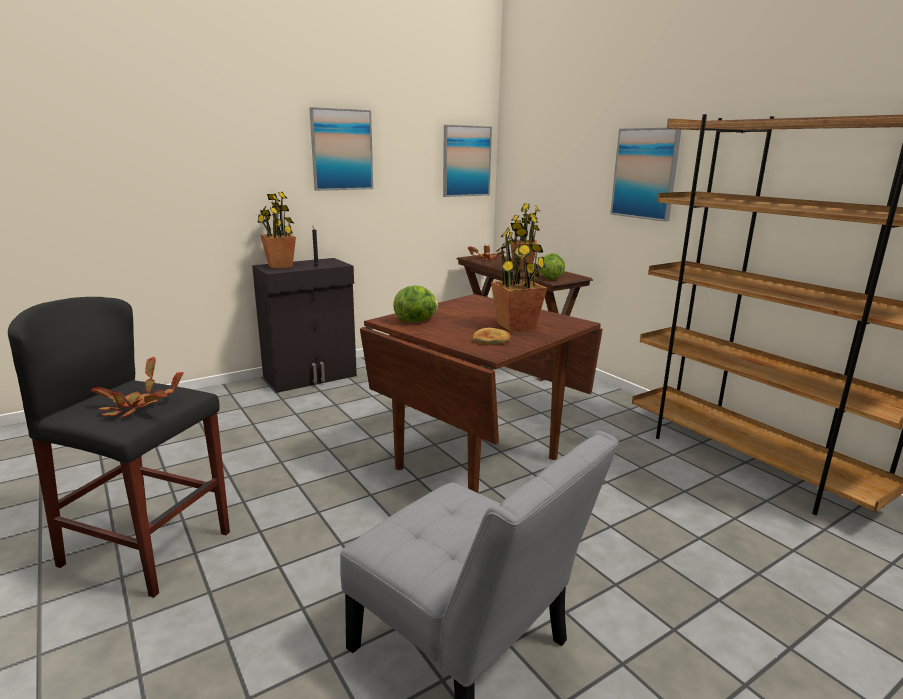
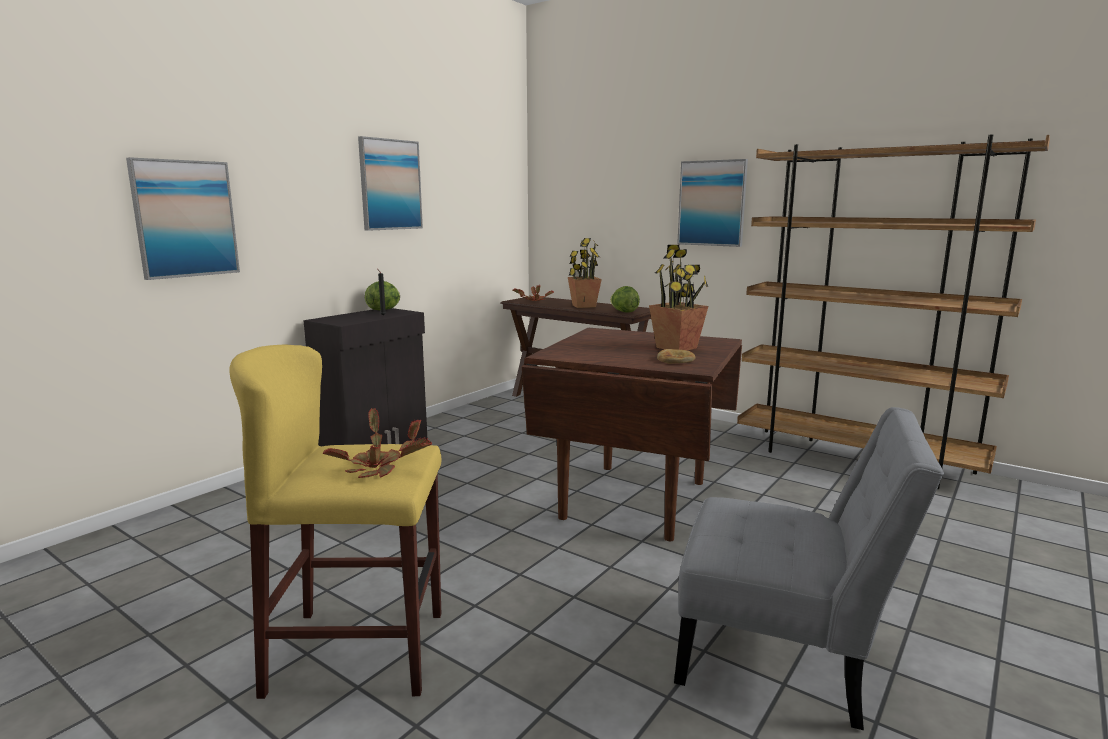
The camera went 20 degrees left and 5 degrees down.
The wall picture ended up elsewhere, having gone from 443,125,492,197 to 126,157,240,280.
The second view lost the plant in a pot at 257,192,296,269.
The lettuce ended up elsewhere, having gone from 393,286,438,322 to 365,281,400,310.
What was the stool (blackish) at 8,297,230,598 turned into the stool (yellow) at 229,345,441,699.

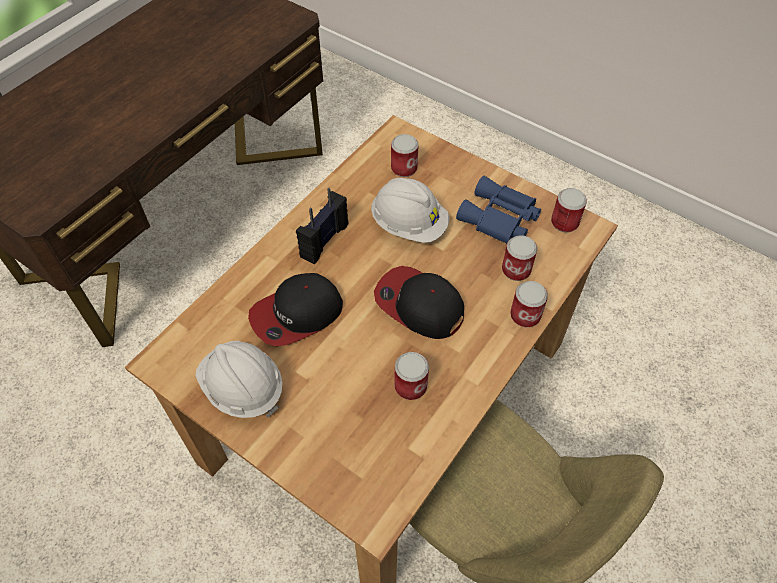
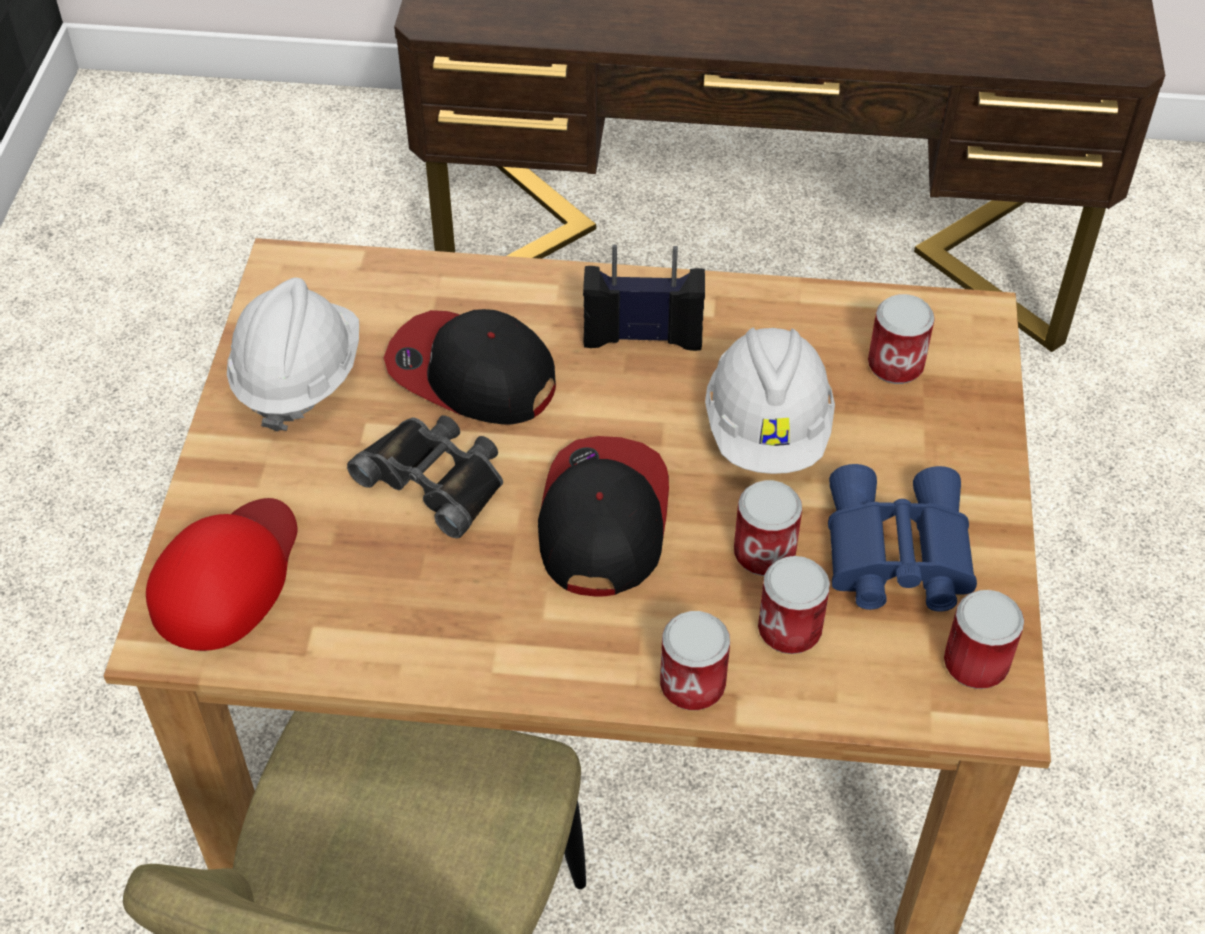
The camera went 60 degrees right and 5 degrees down.
The sealed can ended up elsewhere, having gone from 394,352,429,400 to 734,480,802,576.
The second view gained the binoculars (blackish) at 347,415,503,538.
The second view gained the baseball cap (reddish) at 146,498,297,651.

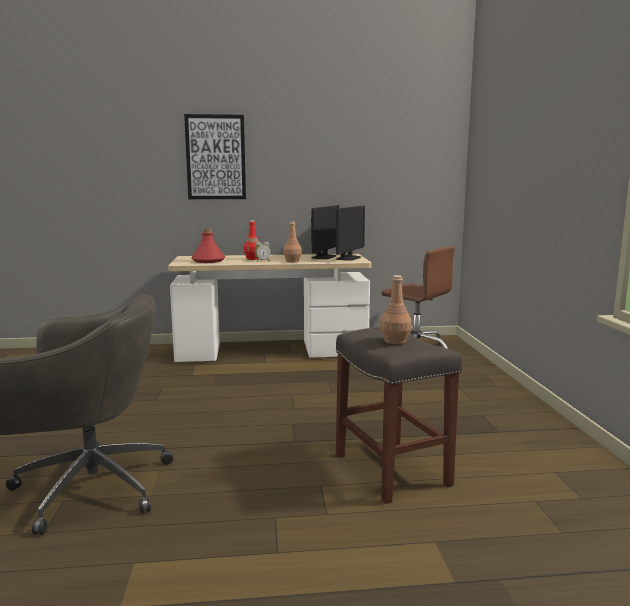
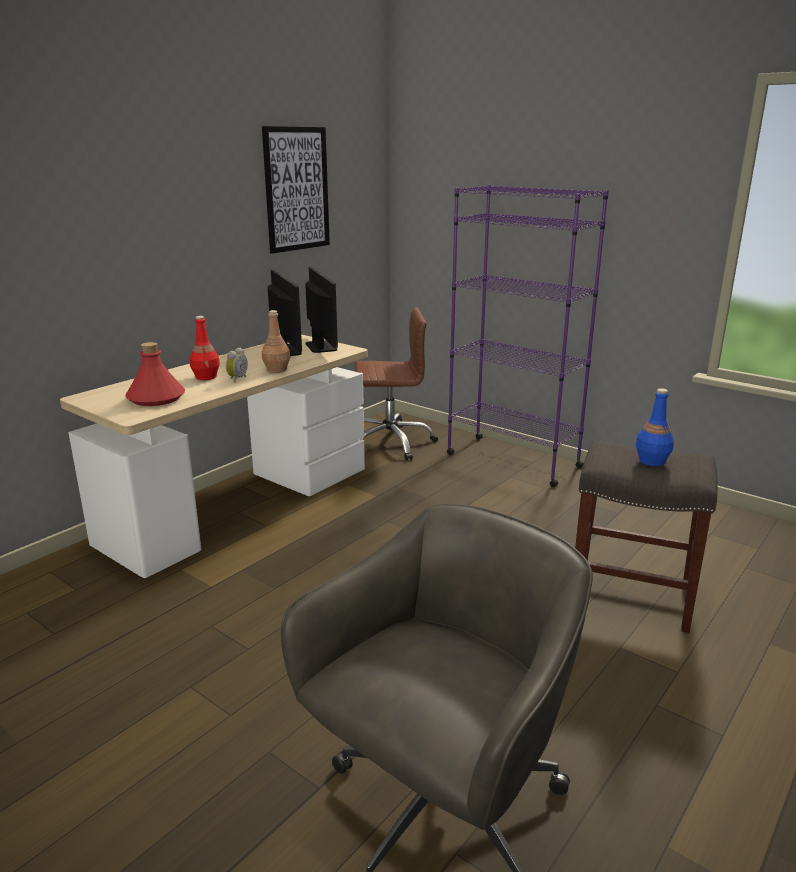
The camera went 45 degrees left and 10 degrees up.
The wall picture ended up elsewhere, having gone from 184,114,246,199 to 262,126,330,254.
What was the drink bottle (brown-coloured) at 380,275,411,344 turned into the drink bottle (blue-coloured) at 636,388,674,466.
The second view gained the bookcase (purple) at 447,185,609,487.

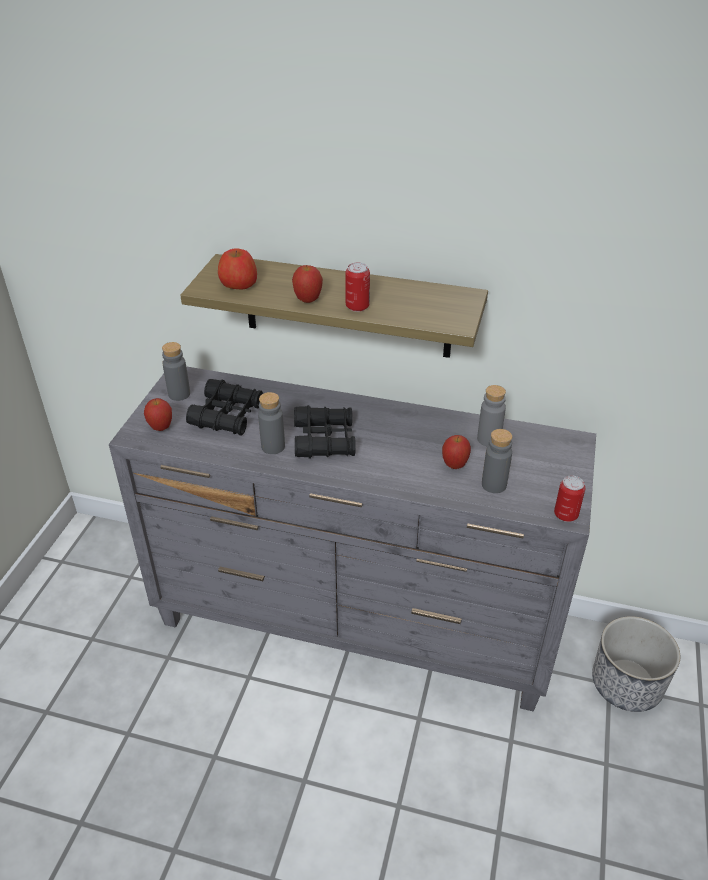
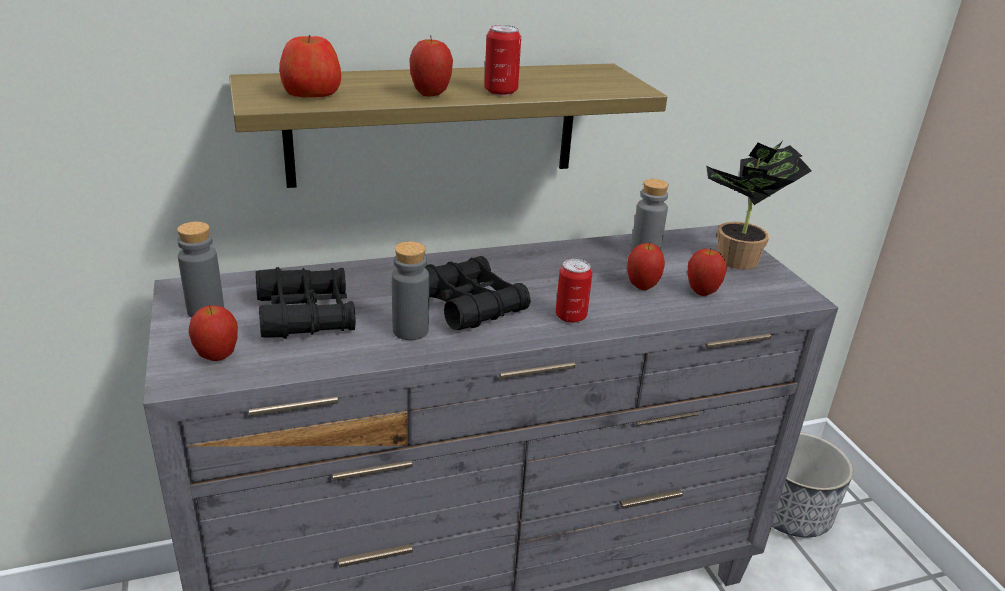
The camera went 35 degrees left and 10 degrees down.
Where the drink bottle (grey) stood at 482,429,512,493, the apple fruit came to stand at 687,249,727,296.
The sealed can ended up elsewhere, having gone from 554,476,585,522 to 556,259,592,323.
The second view gained the plant in a pot at 706,141,812,270.

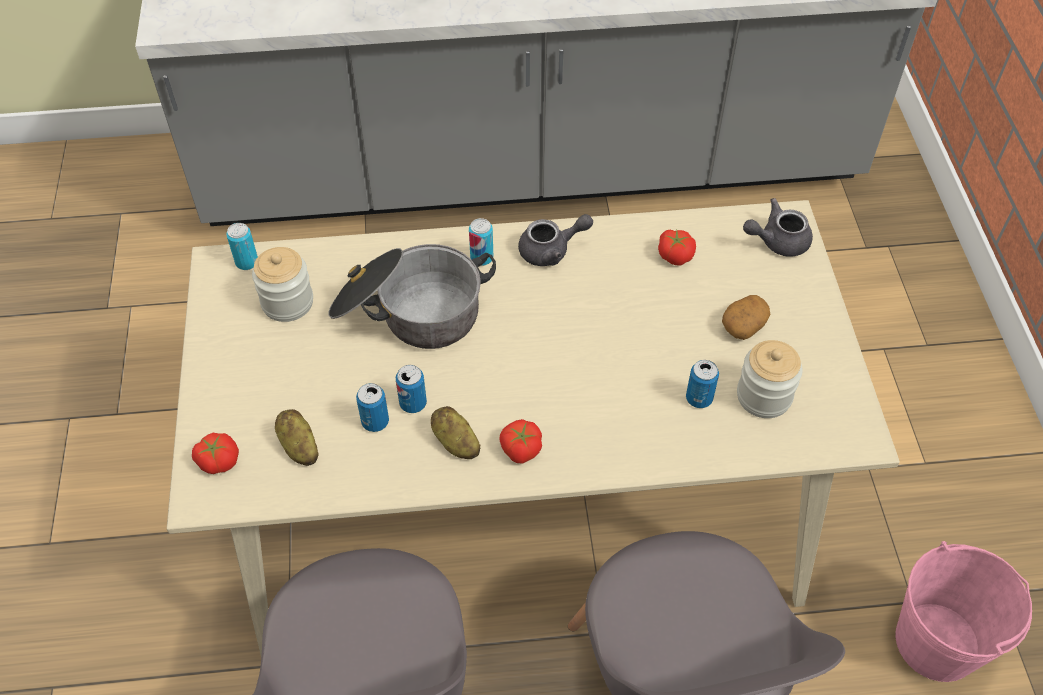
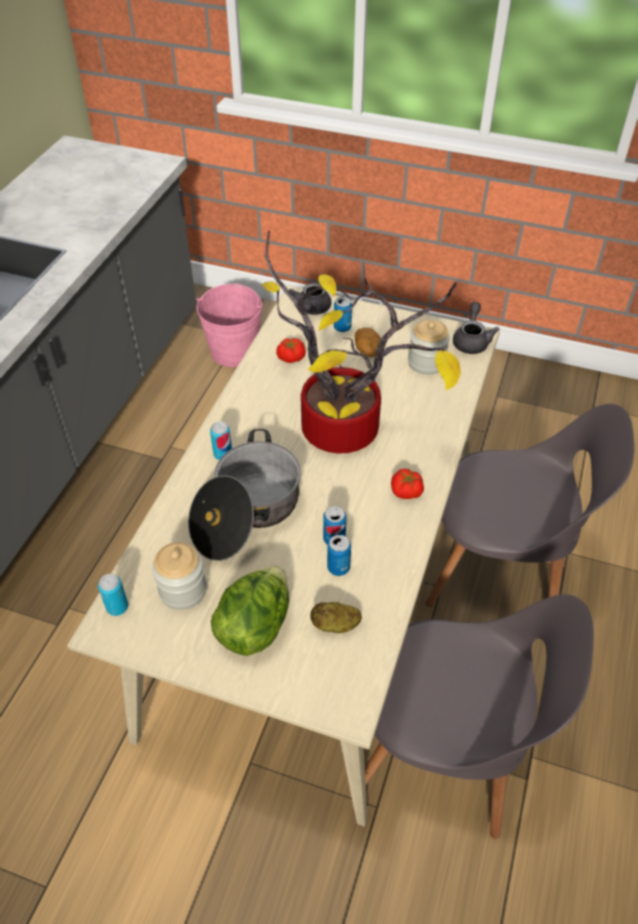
The camera went 65 degrees left and 5 degrees down.
The teapot (grey) ended up elsewhere, having gone from 518,214,593,266 to 453,302,500,354.
The sealed can ended up elsewhere, having gone from 686,360,719,408 to 334,297,352,332.
The second view lost the potato at 431,406,480,459.
The second view lost the whole tomato at 192,433,239,474.
The pail (pink-coloured) ended up elsewhere, having gone from 895,541,1032,682 to 196,283,262,367.
The second view gained the plant in a pot at 262,231,461,454.
The second view gained the lettuce at 211,565,289,656.

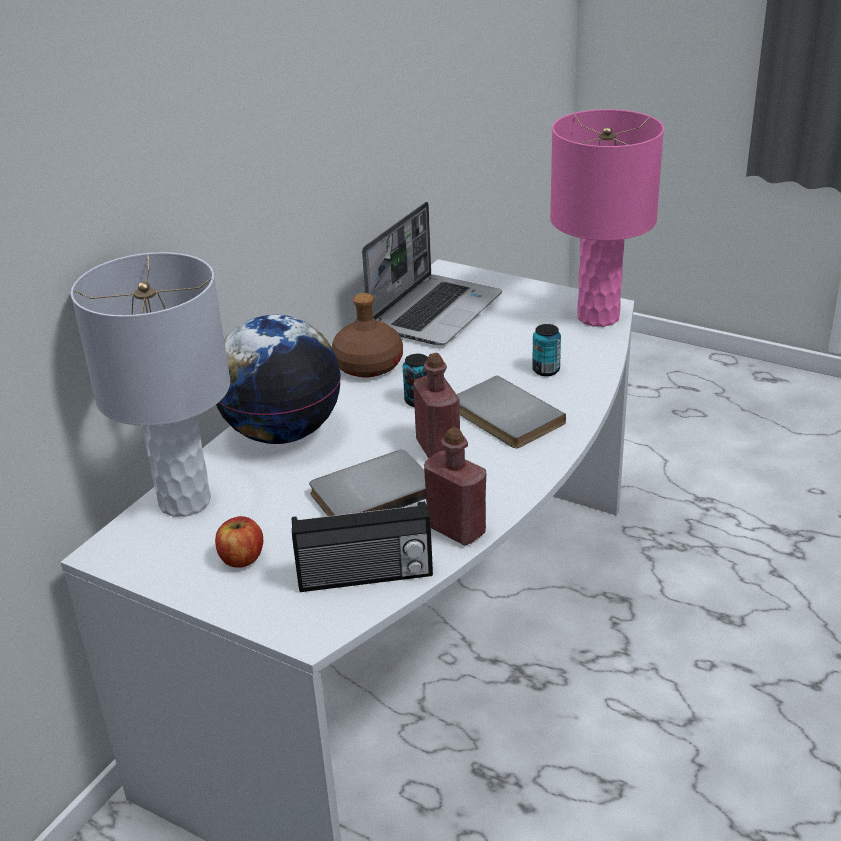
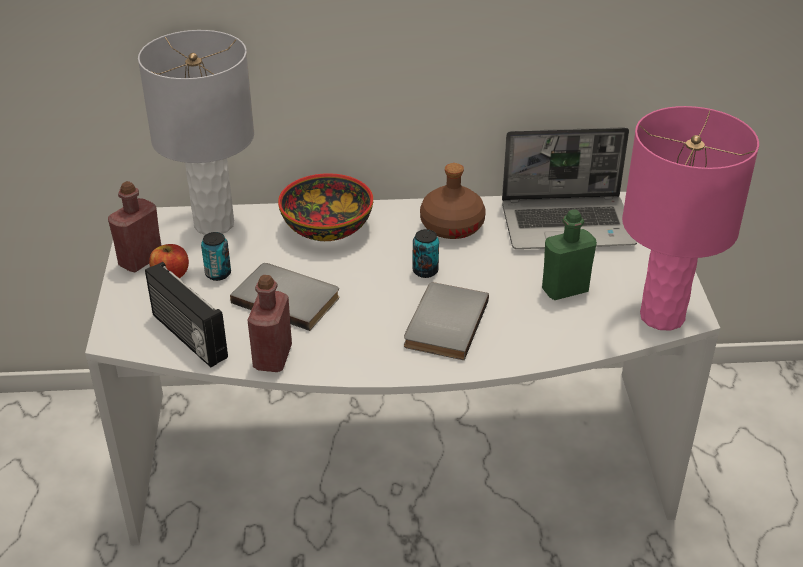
The camera went 55 degrees right and 5 degrees up.
Where the world globe stood at 216,315,341,444, the serving bowl came to stand at 278,173,373,241.
The sealed can ended up elsewhere, having gone from 532,324,561,376 to 201,232,231,281.
The drink bottle (reddish) ended up elsewhere, having gone from 413,353,460,459 to 108,181,162,272.
The second view gained the drink bottle (greenish) at 542,210,597,300.

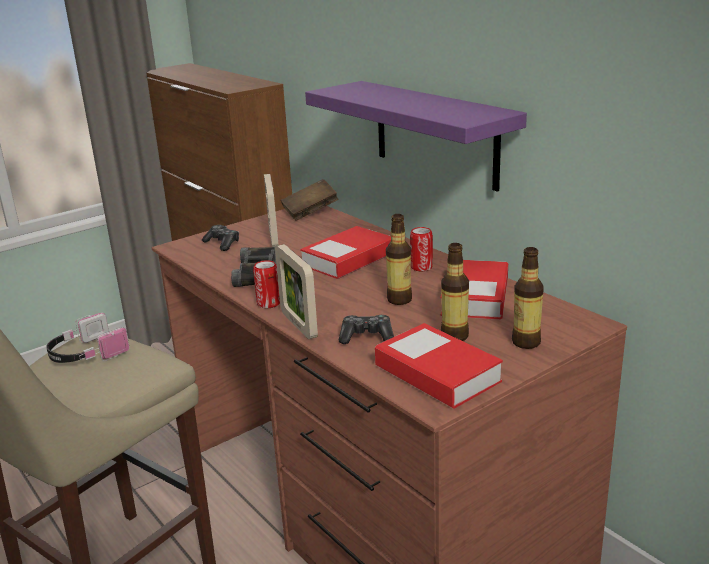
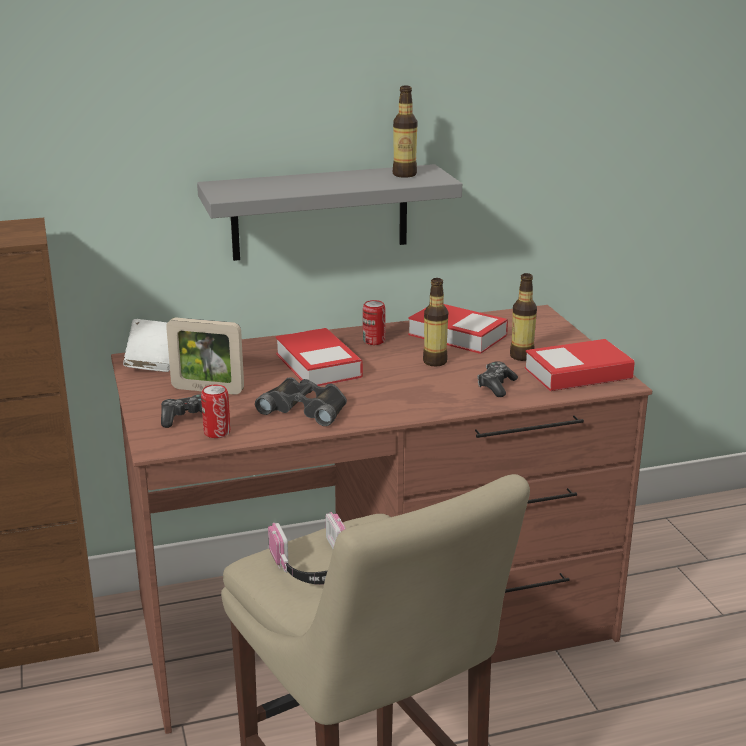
The camera went 70 degrees left and 0 degrees up.
What was the wall shelf (purple) at 305,81,527,192 turned into the wall shelf (grey) at 197,164,462,261.
What was the bound book (brown-coloured) at 281,179,338,221 turned into the bound book (whitish) at 123,319,170,372.
The second view lost the photo frame at 275,244,318,339.
The drink bottle ended up elsewhere, having gone from 512,247,544,349 to 393,85,417,178.
The sealed can ended up elsewhere, having gone from 253,260,280,308 to 201,384,231,438.

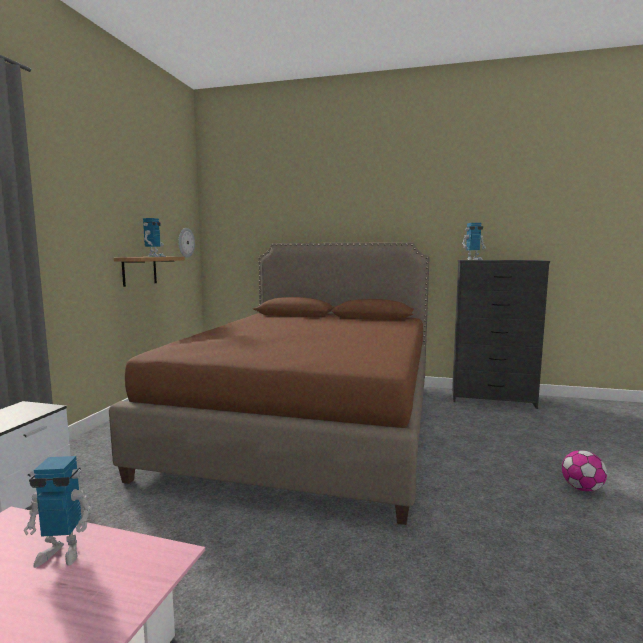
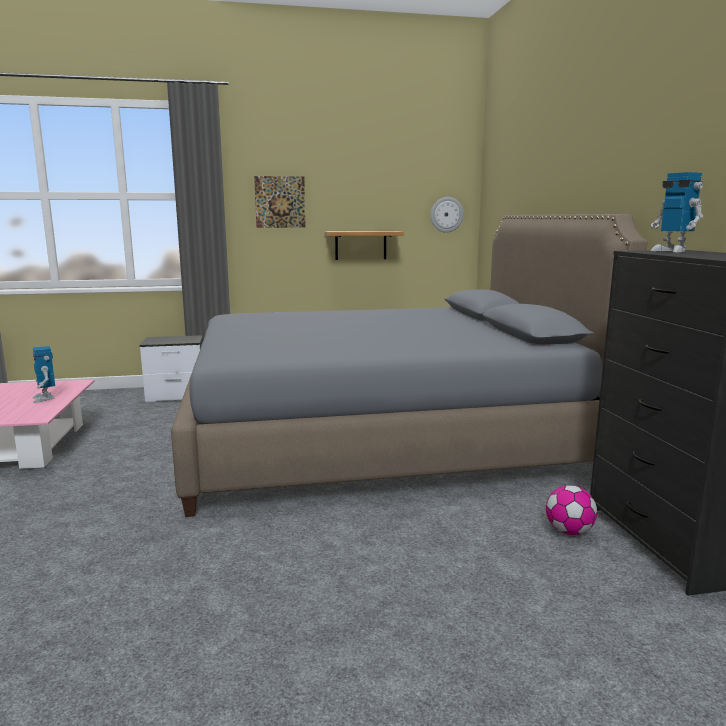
The camera went 65 degrees right and 5 degrees up.
The second view lost the toy robot at 143,218,166,257.
What was the sleeping bed (brown-coloured) at 109,242,430,525 turned into the sleeping bed (grey) at 171,214,648,517.
The football ended up elsewhere, having gone from 562,450,607,491 to 546,485,597,535.
The second view gained the wall picture at 254,176,306,228.

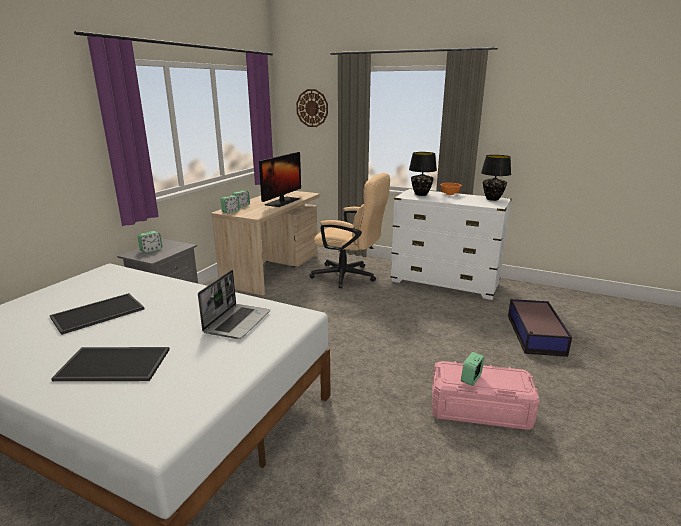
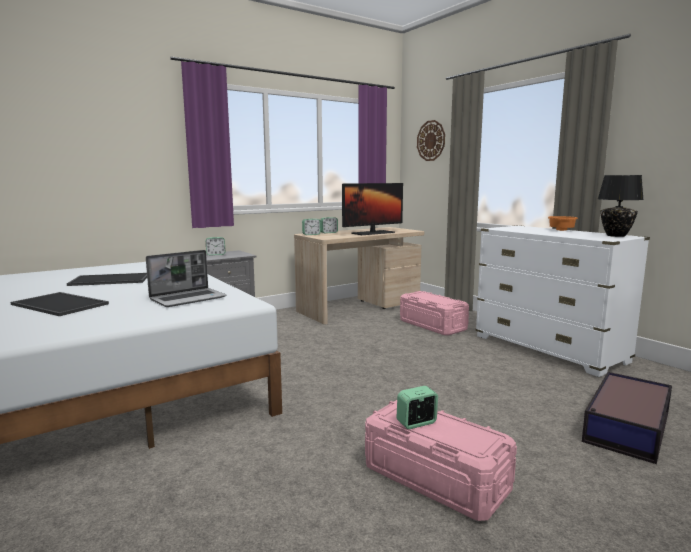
The camera went 30 degrees right and 10 degrees down.
The second view lost the lamp for a table (blackish) at 409,152,437,196.
Where the computer chair (beige) stood at 309,173,390,289, the storage box (pink-coloured) came to stand at 400,291,469,335.

